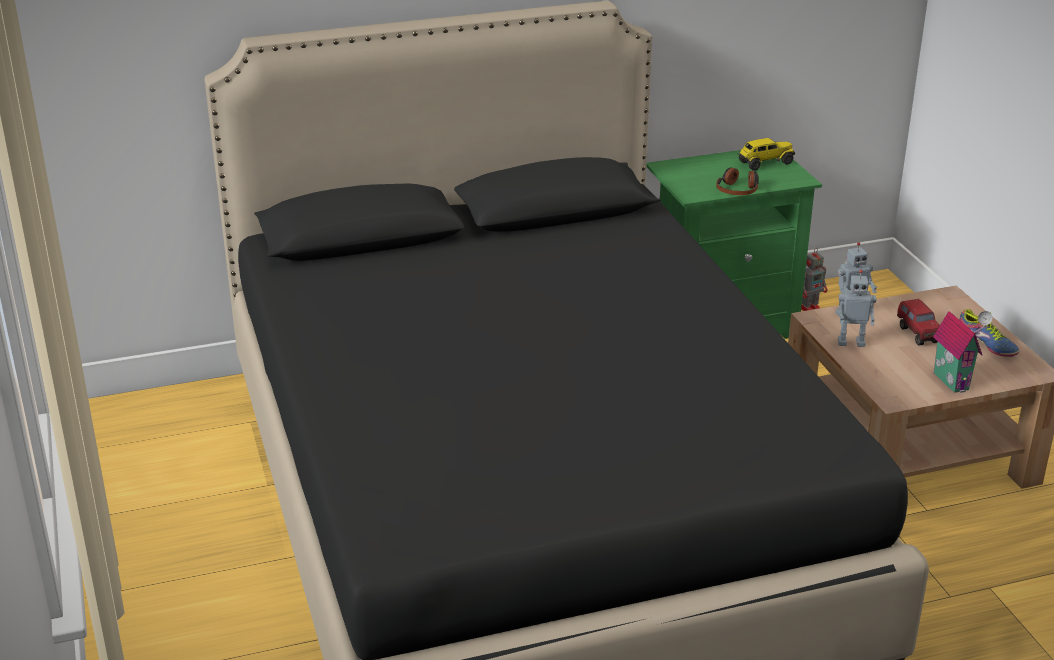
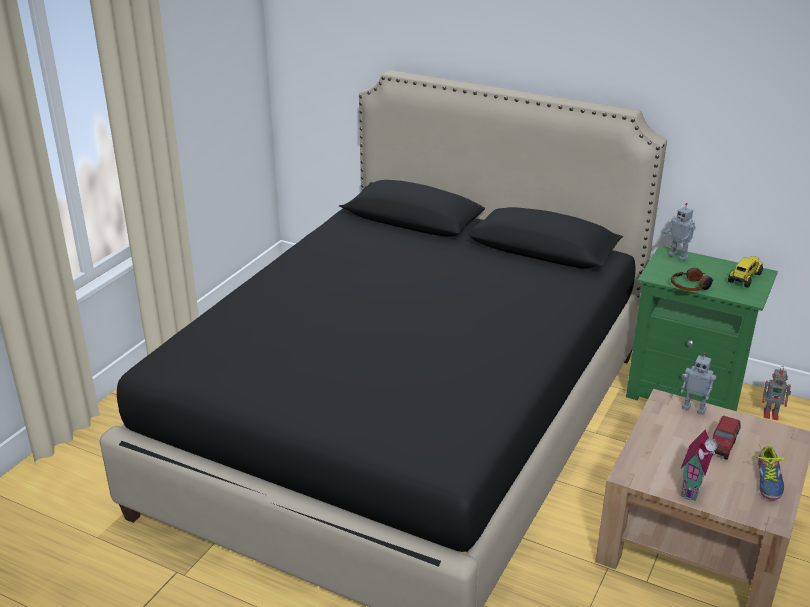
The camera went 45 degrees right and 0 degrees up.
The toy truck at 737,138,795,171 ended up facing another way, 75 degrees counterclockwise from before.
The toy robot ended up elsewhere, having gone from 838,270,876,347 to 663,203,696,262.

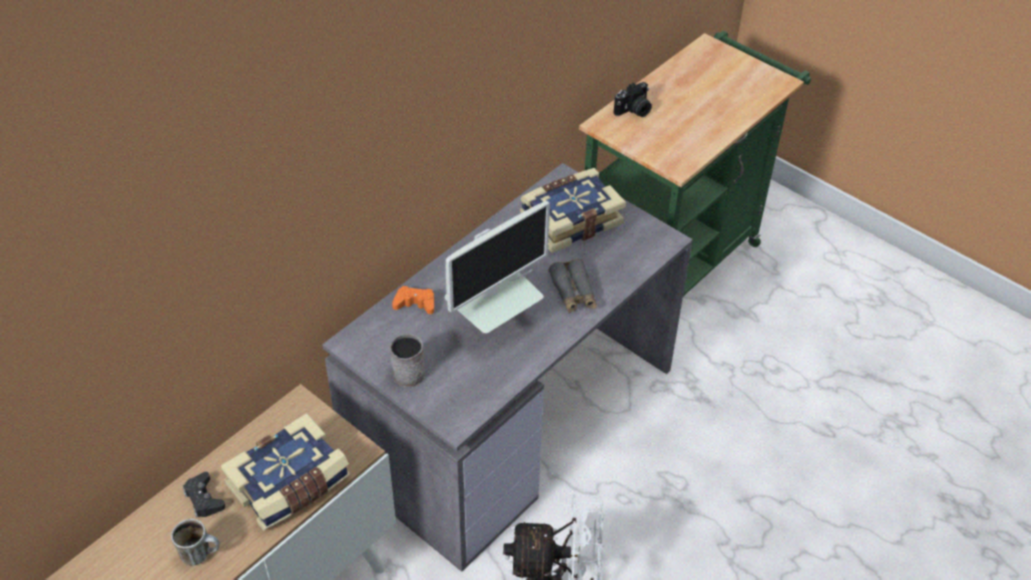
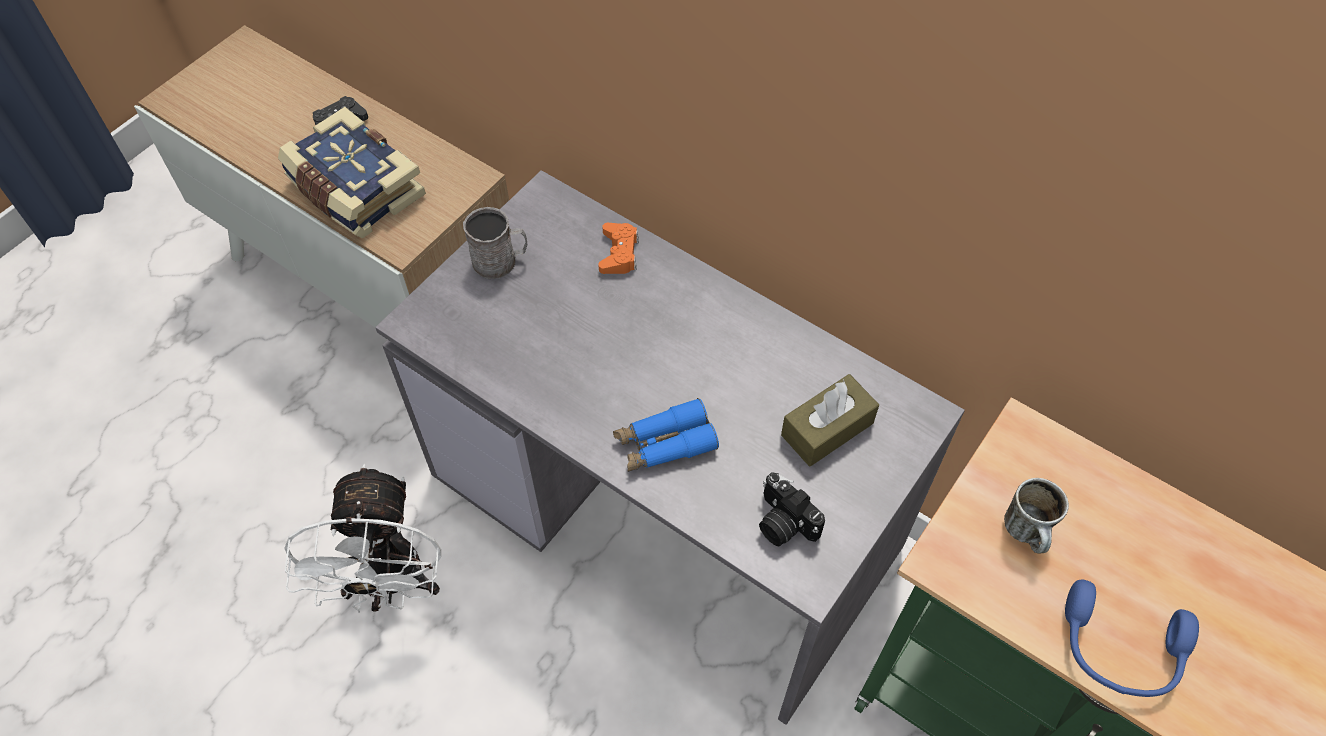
The camera went 85 degrees right and 10 degrees up.
The still camera ended up elsewhere, having gone from 613,82,652,117 to 759,472,825,546.
Where the bound book stood at 520,168,626,253, the tissue box (brown-coloured) came to stand at 781,374,879,467.
The second view lost the monitor at 445,201,550,333.
What was the binoculars (grey) at 549,259,597,313 turned into the binoculars (blue-coloured) at 613,398,719,472.
The coffee mug ended up elsewhere, having gone from 171,519,220,566 to 1004,478,1069,553.
The second view gained the headset (blue-coloured) at 1065,580,1199,697.

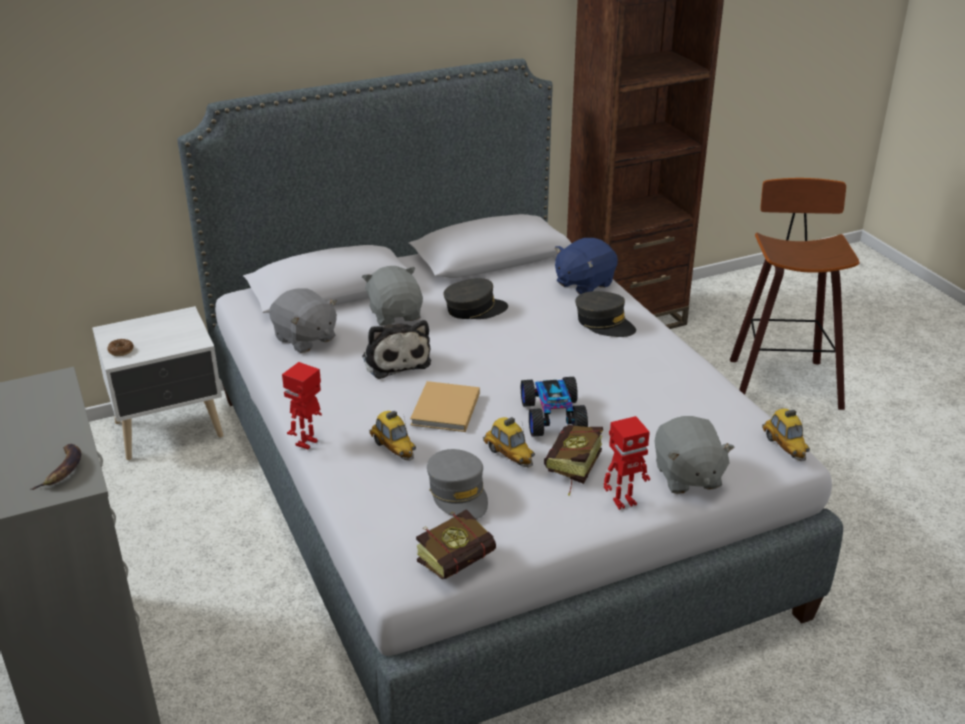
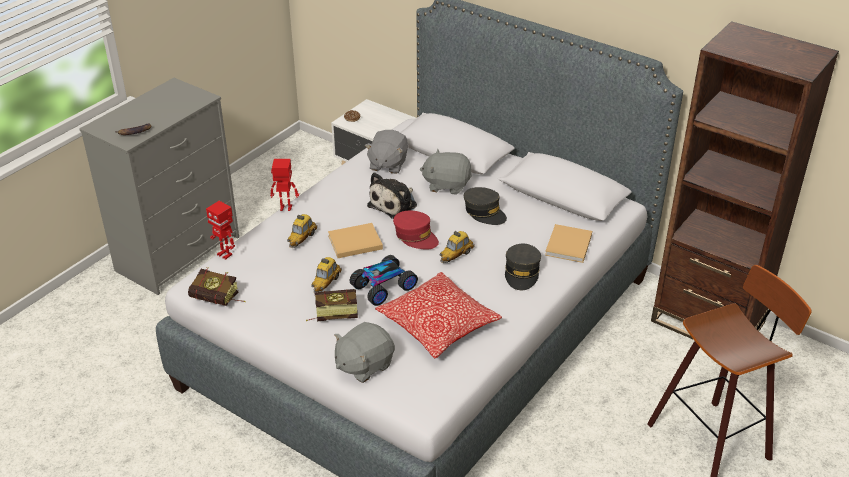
The camera went 60 degrees right and 5 degrees up.
Where the plush toy (blue-coloured) stood at 555,238,618,295, the bound book (beige) came to stand at 545,224,592,263.
The plush toy (grey) at 362,266,423,326 ended up facing another way, 120 degrees counterclockwise from before.
The miniature car ended up elsewhere, having gone from 762,409,810,461 to 439,231,475,263.
The toy robot ended up elsewhere, having gone from 604,416,650,510 to 206,201,235,260.
The second view lost the baseball cap (grey) at 427,449,488,519.
The second view gained the baseball cap (reddish) at 393,211,439,250.
The second view gained the cushion at 375,272,502,358.

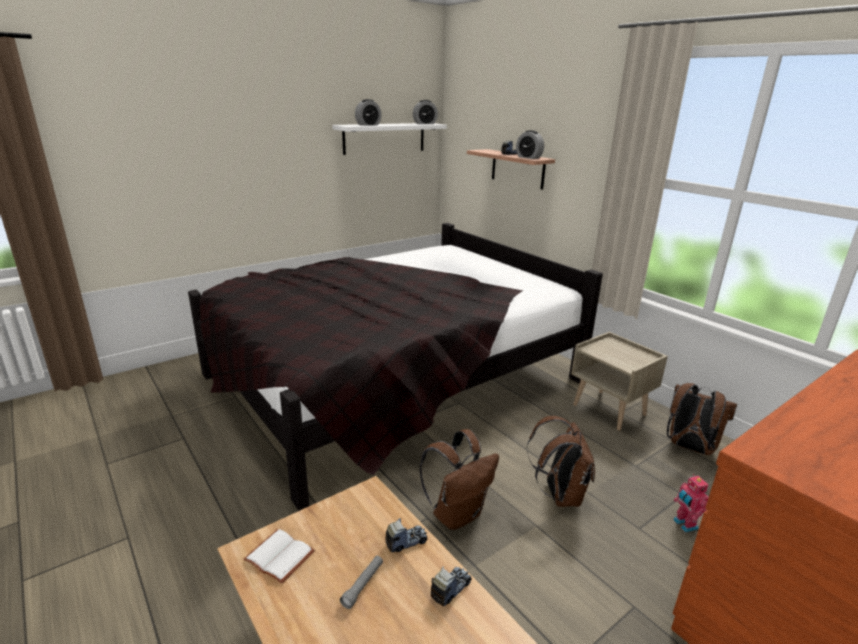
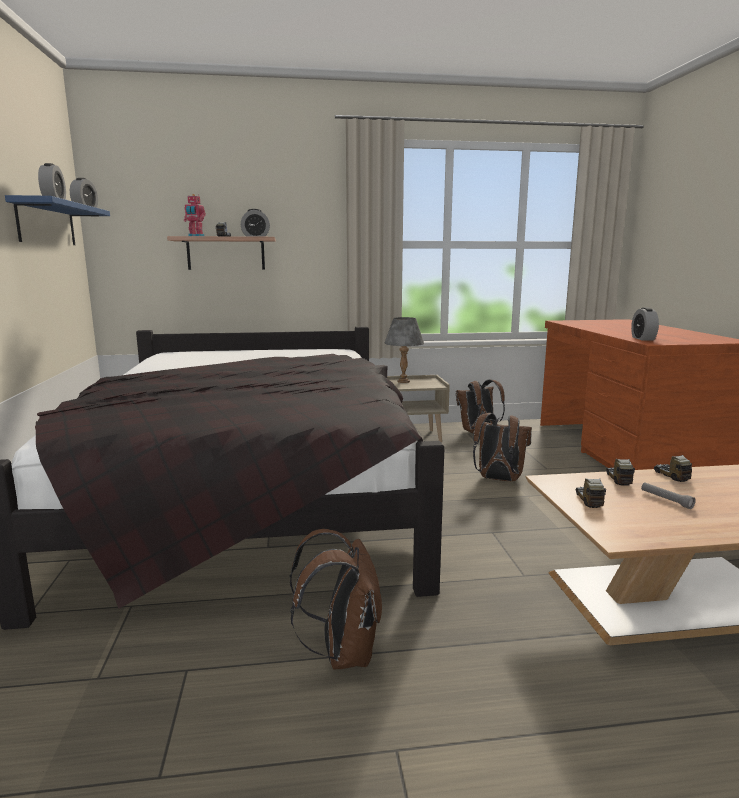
The camera went 60 degrees left and 10 degrees down.
What was the wall shelf (whitish) at 332,123,447,155 turned into the wall shelf (blue-coloured) at 5,195,110,245.
The backpack (brown-coloured) ended up elsewhere, having gone from 420,429,499,530 to 290,529,382,669.
The toy robot ended up elsewhere, having gone from 673,474,709,532 to 184,194,206,236.
The second view lost the bound book (whitish) at 244,529,315,584.
The second view gained the bedside clock at 631,307,659,340.
The second view gained the lamp for a table (grey) at 385,317,424,383.
The second view gained the toy truck at 576,478,606,508.

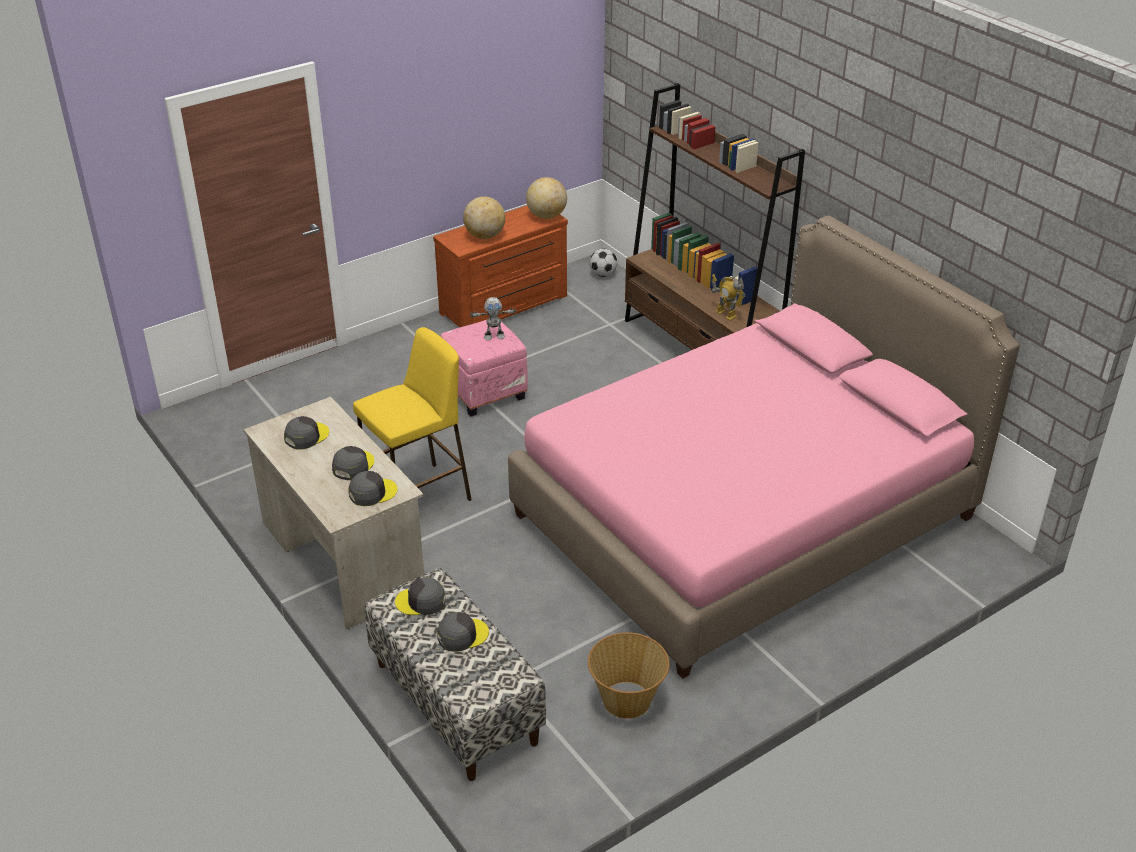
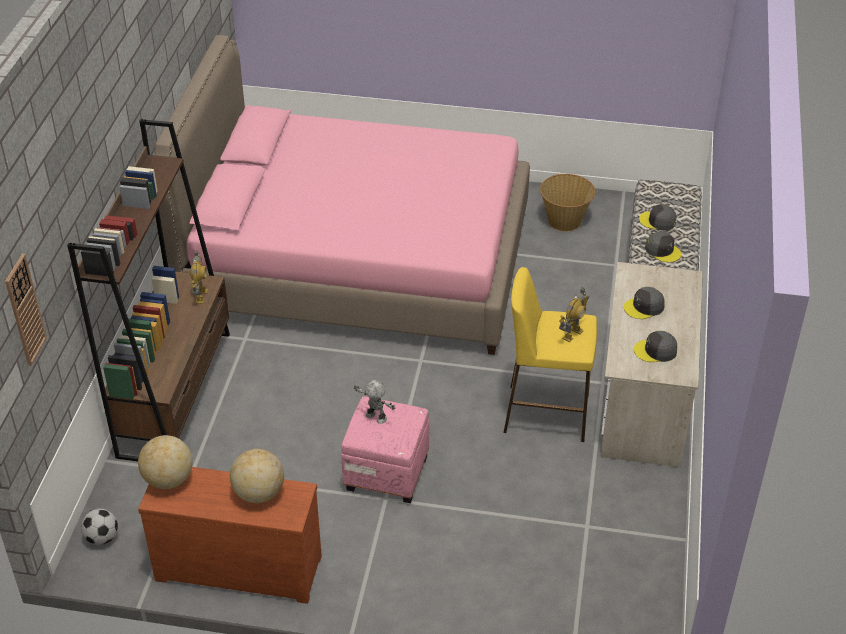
The camera went 135 degrees left and 5 degrees up.
The second view lost the baseball cap (grey) at 349,471,397,506.
The second view gained the hanging clock at 5,254,47,366.
The second view gained the toy robot at 559,287,589,342.

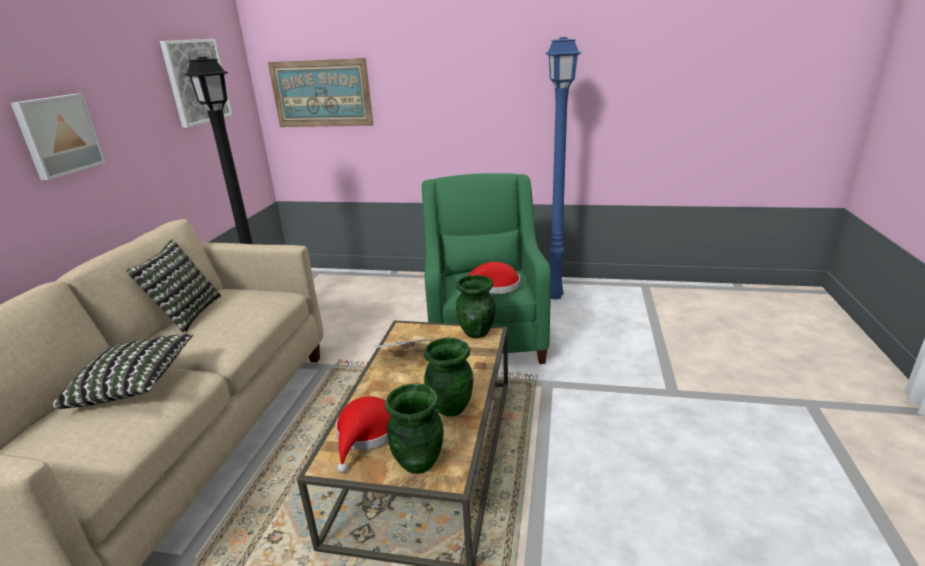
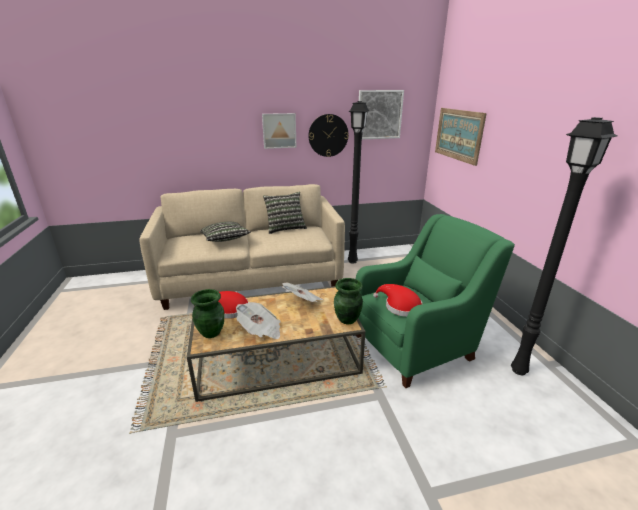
The camera went 65 degrees right and 0 degrees up.
What was the standing lamp (blue-coloured) at 545,37,581,300 turned into the standing lamp (blackish) at 511,117,617,375.
Where the decorative vase (greenish) stood at 424,338,474,417, the daily paper came to stand at 236,302,281,339.
The second view gained the hanging clock at 308,114,348,157.

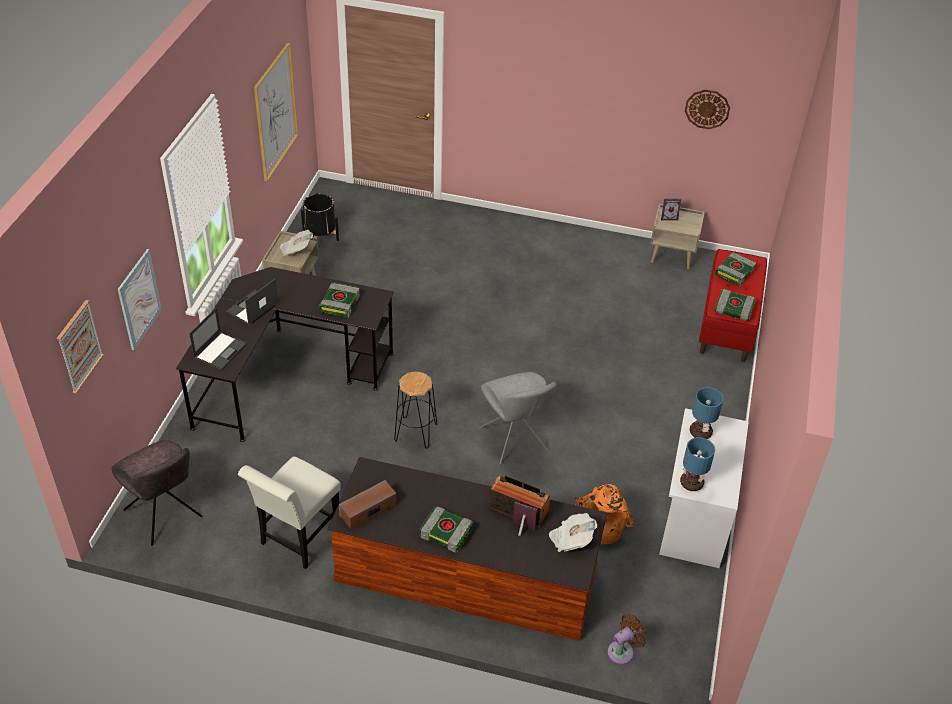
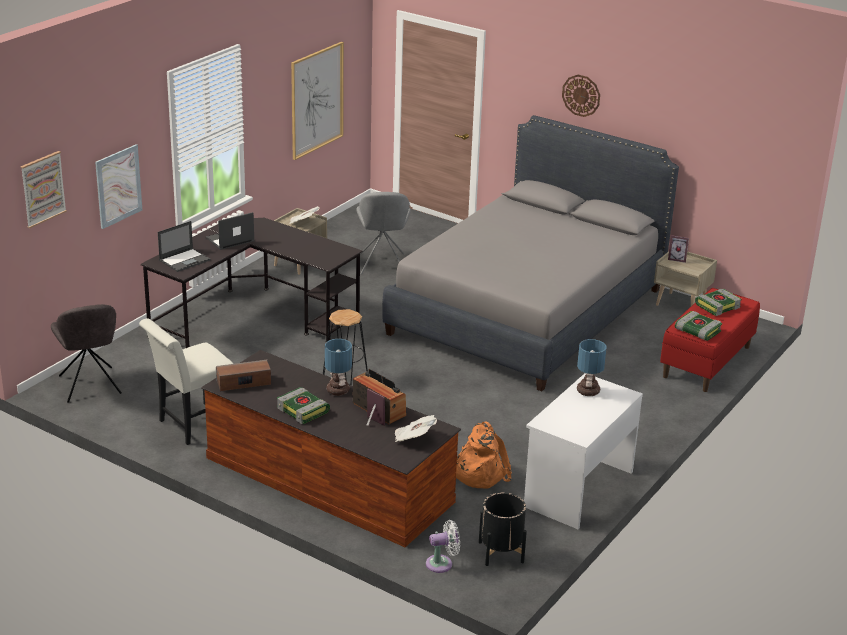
The camera went 20 degrees right and 15 degrees down.
The hanging clock ended up elsewhere, having gone from 685,90,730,129 to 562,75,600,117.
The planter (blackish) ended up elsewhere, having gone from 301,193,339,241 to 479,492,527,566.
The second view lost the bound book at 319,283,360,318.
The plain chair (grey) ended up elsewhere, having gone from 479,372,556,465 to 356,192,411,275.
The lamp for a table ended up elsewhere, having gone from 680,437,715,491 to 325,339,352,396.
What was the cooling fan (brown-coloured) at 608,614,647,664 turned into the cooling fan (whitish) at 426,520,460,573.
The second view gained the sleeping bed (grey) at 382,115,679,391.

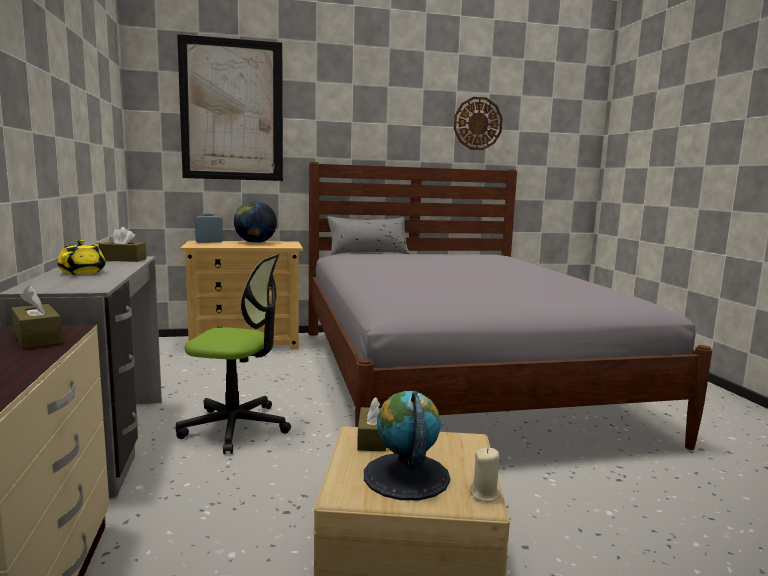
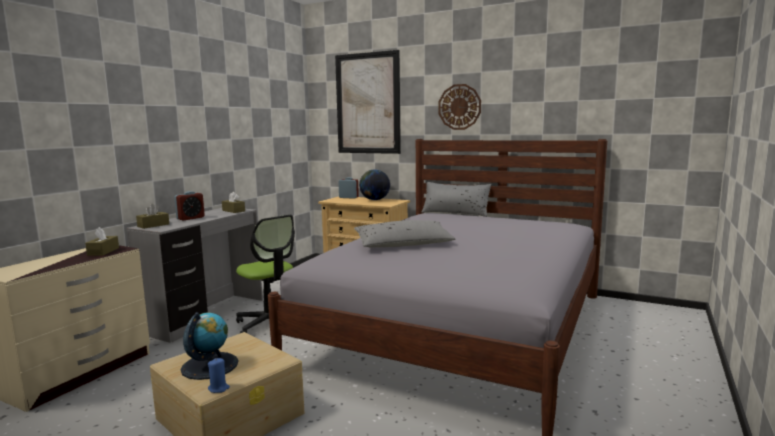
The camera went 40 degrees right and 0 degrees up.
The hanging clock ended up elsewhere, having gone from 454,97,503,150 to 438,84,481,130.
Where the teapot (yellow) stood at 57,240,105,275, the bedside clock came to stand at 174,191,205,221.
The tissue box (brown-coloured) ended up elsewhere, having gone from 357,397,386,451 to 136,204,169,229.
What was the wax candle (beige) at 469,448,501,502 turned into the wax candle (blue-coloured) at 208,358,230,393.
The second view gained the cushion (grey) at 354,220,456,248.

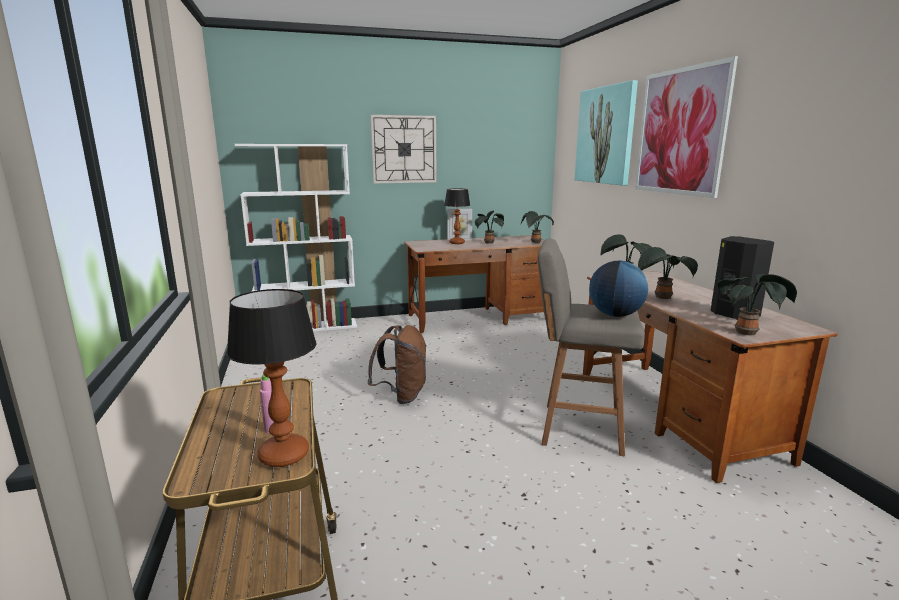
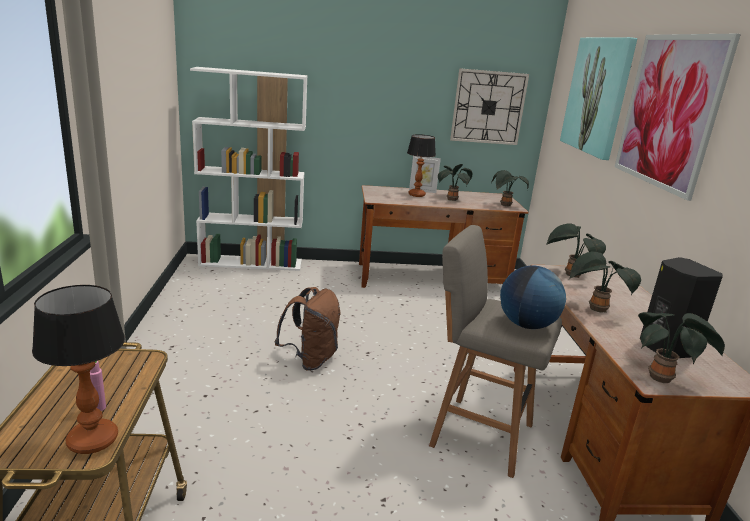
The camera went 10 degrees right and 5 degrees up.
The hanging clock ended up elsewhere, having gone from 371,115,437,183 to 450,68,529,145.

